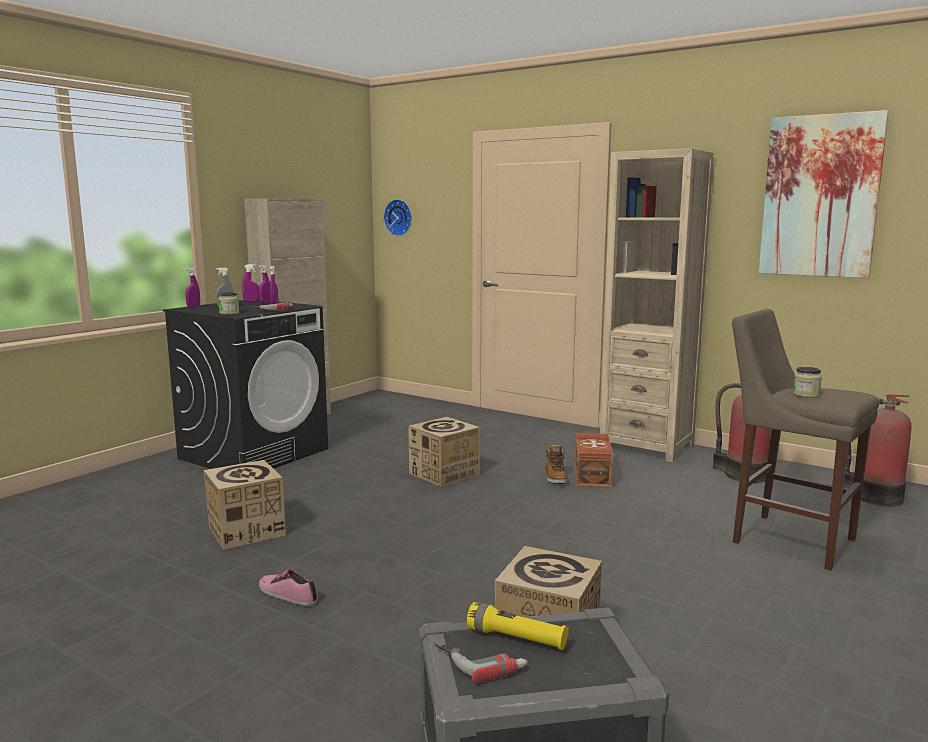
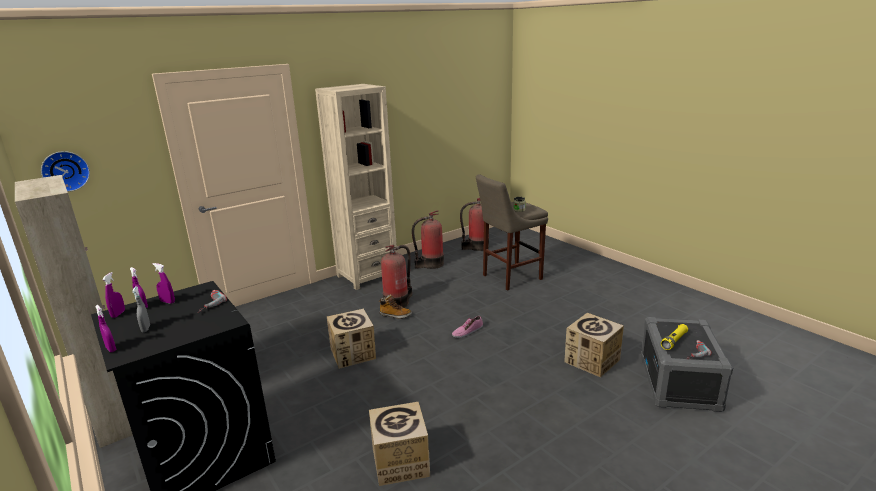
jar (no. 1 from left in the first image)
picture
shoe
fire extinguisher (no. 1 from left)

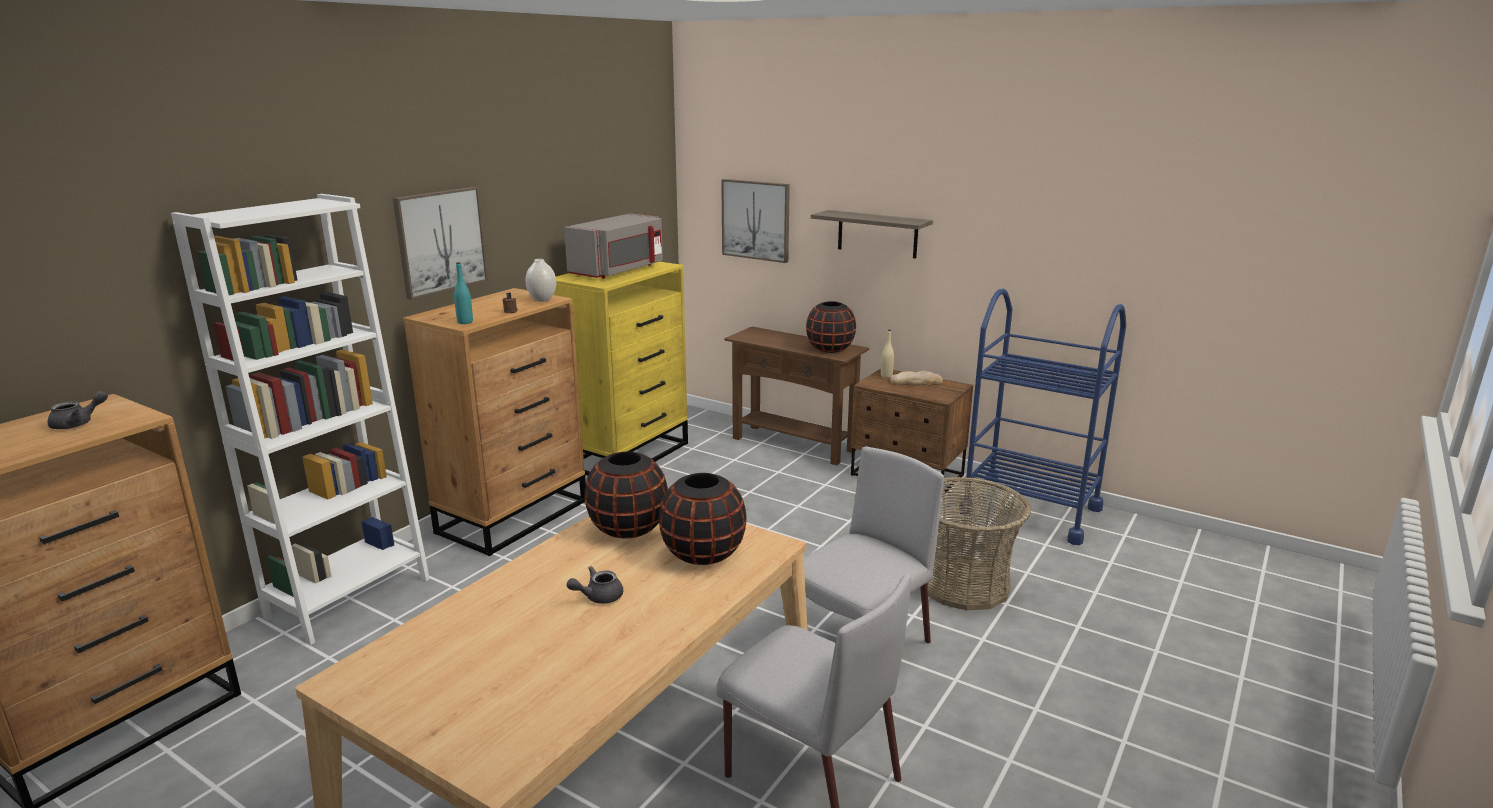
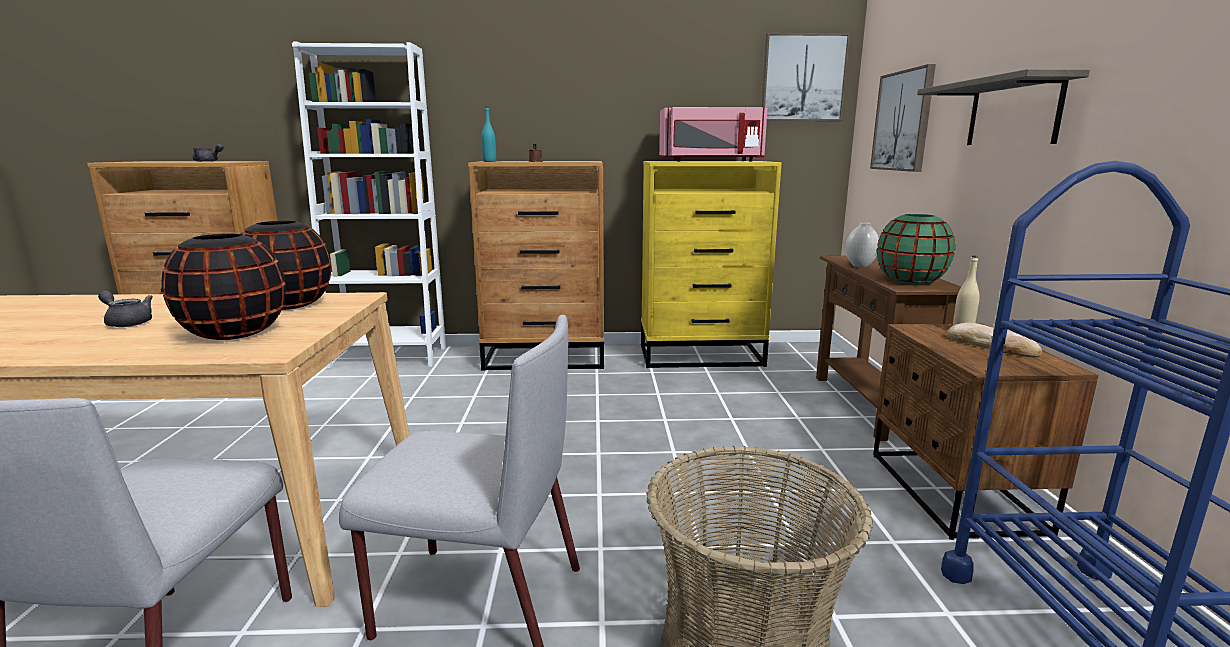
picture (no. 1 from left)
vase in white
microwave in pink
vase in green

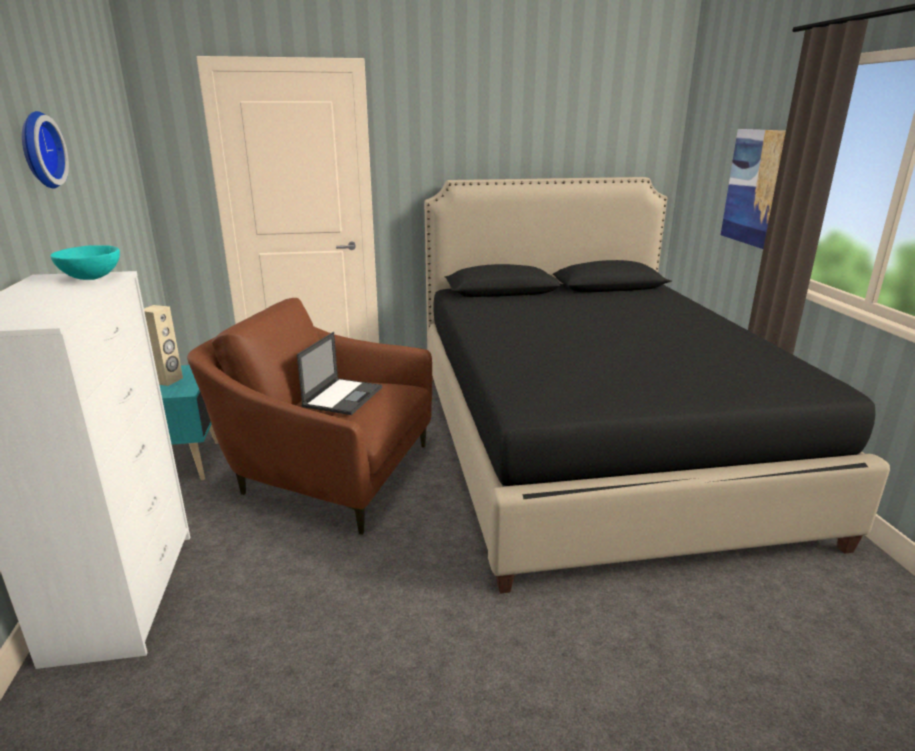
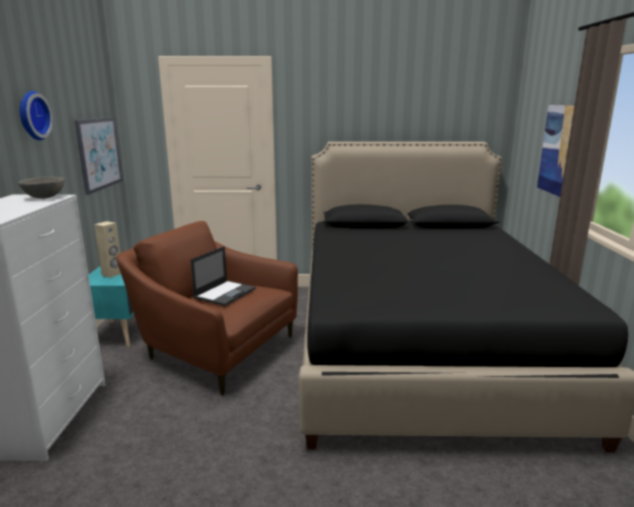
picture (no. 1 from left)
bowl in grey

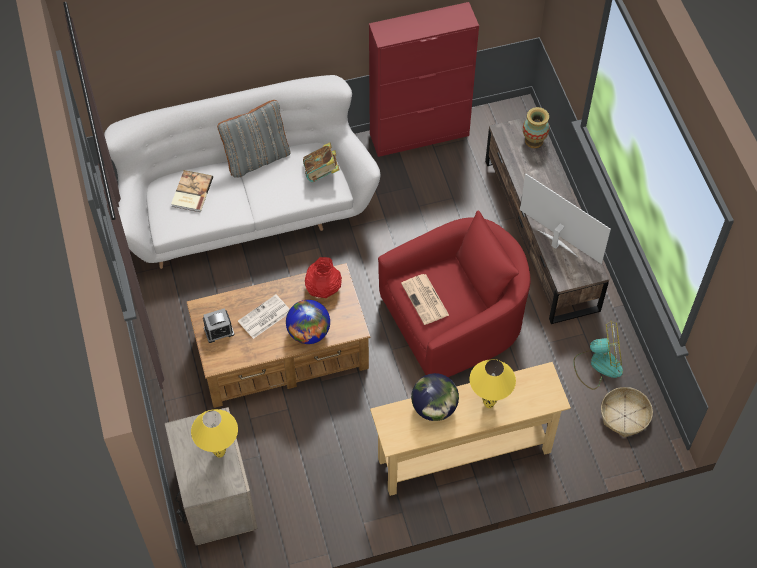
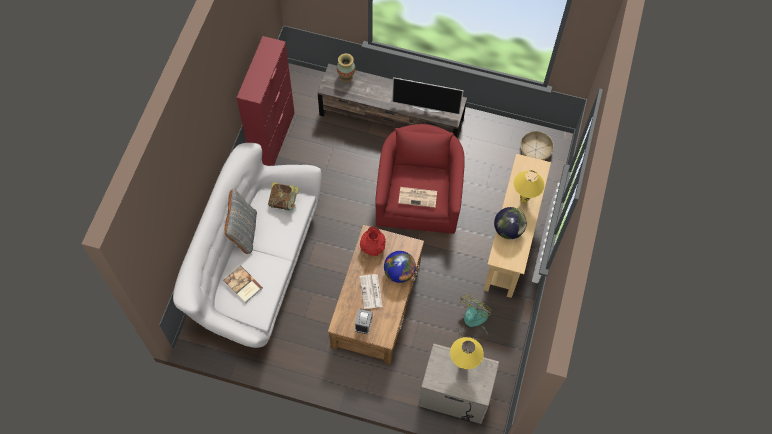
fan
television

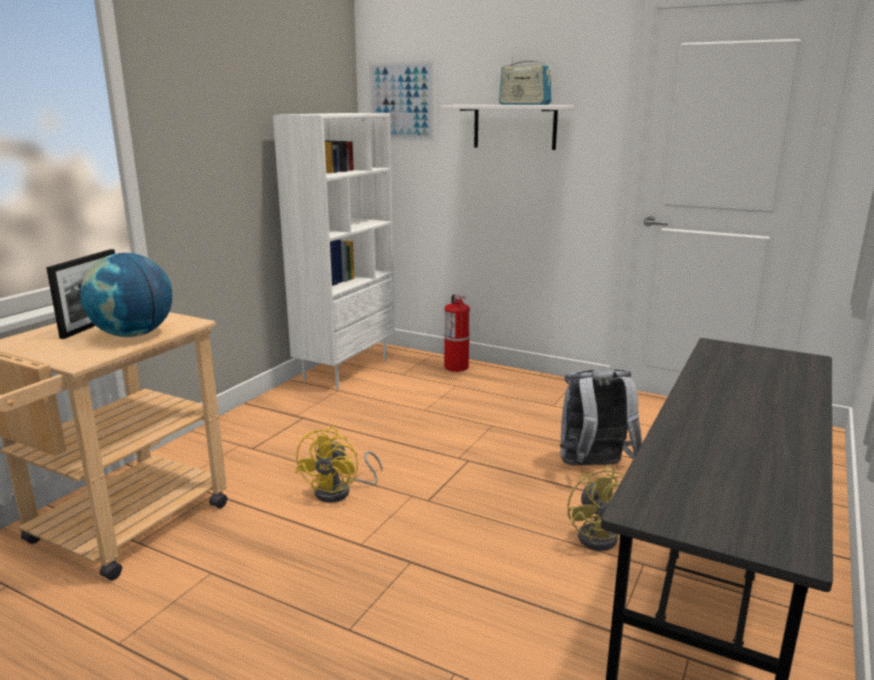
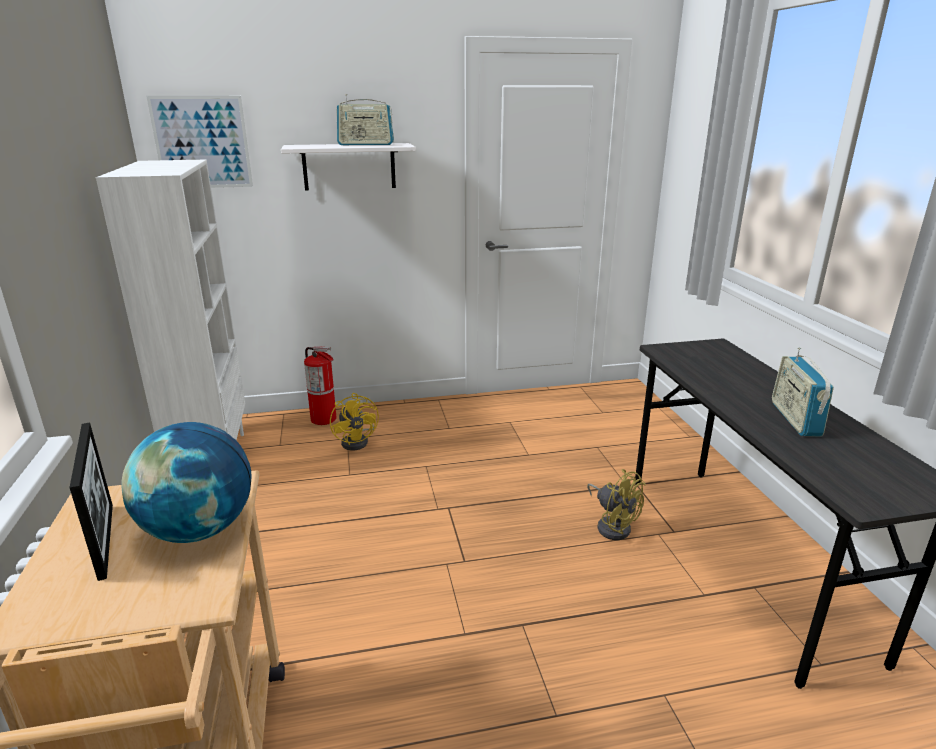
backpack in grey
radio (no. 2 from left)
fan in yellow (no. 1 from left)

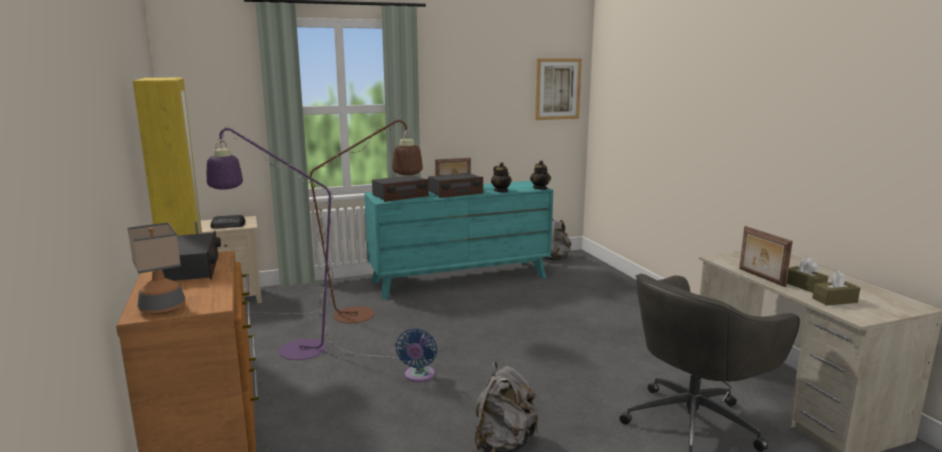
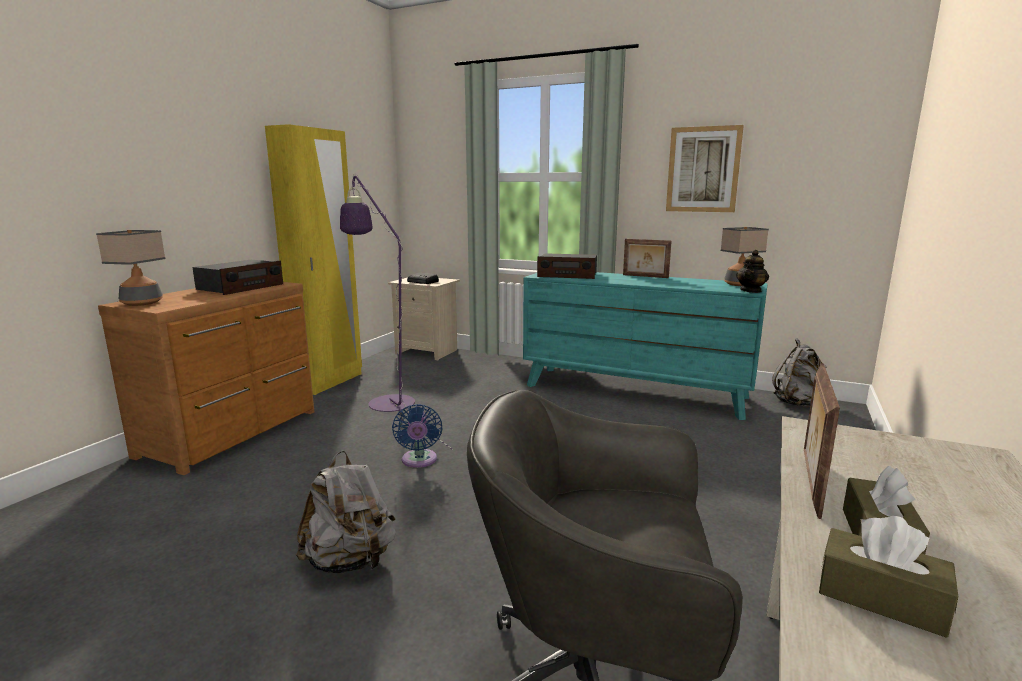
floor lamp in brown
radio (no. 4 from left in the first image)
teapot (no. 1 from left in the first image)
table lamp (no. 2 from left)
picture
fan in blue

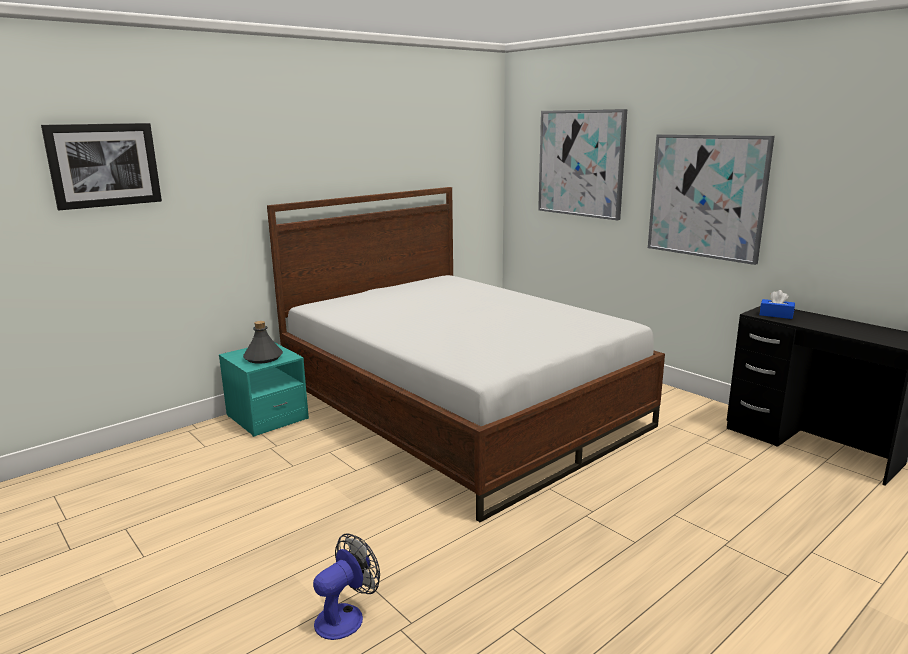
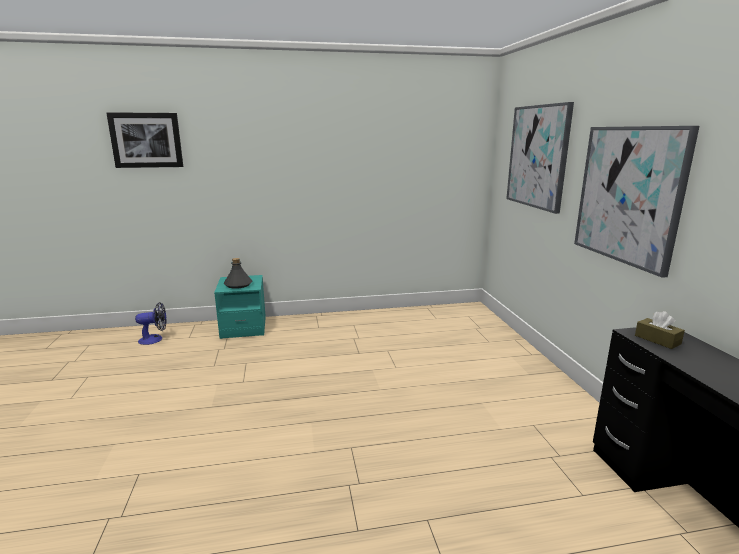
bed
fan
tissue box in brown

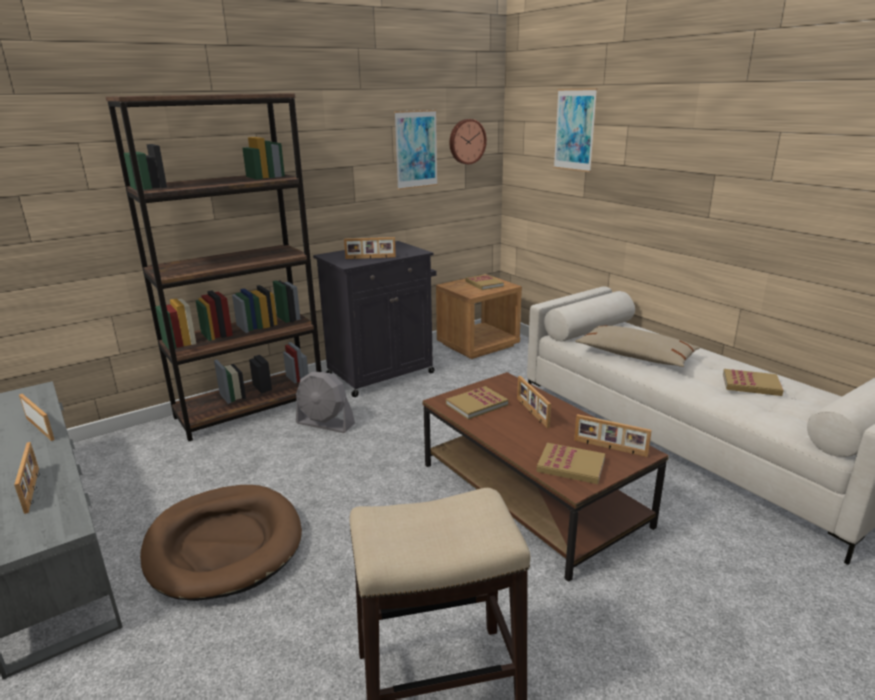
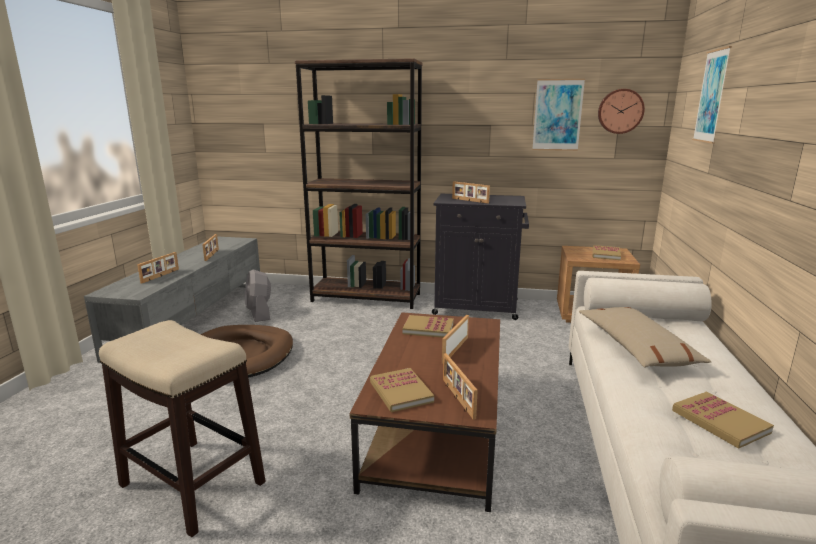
fan in grey

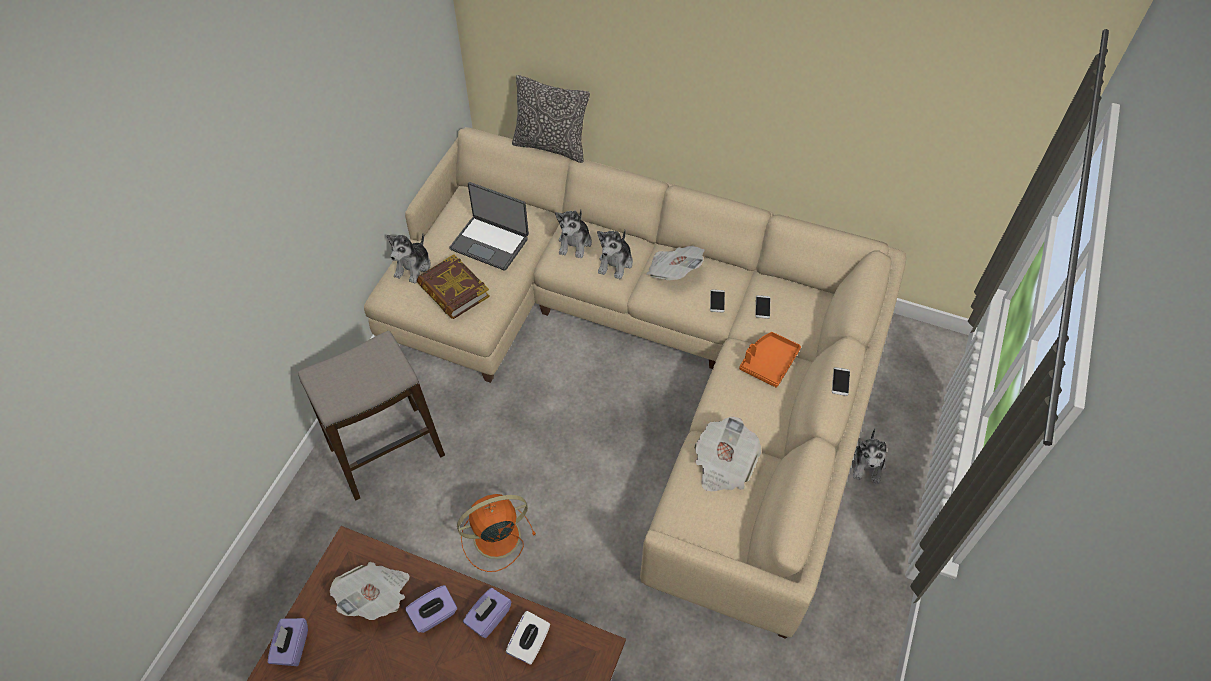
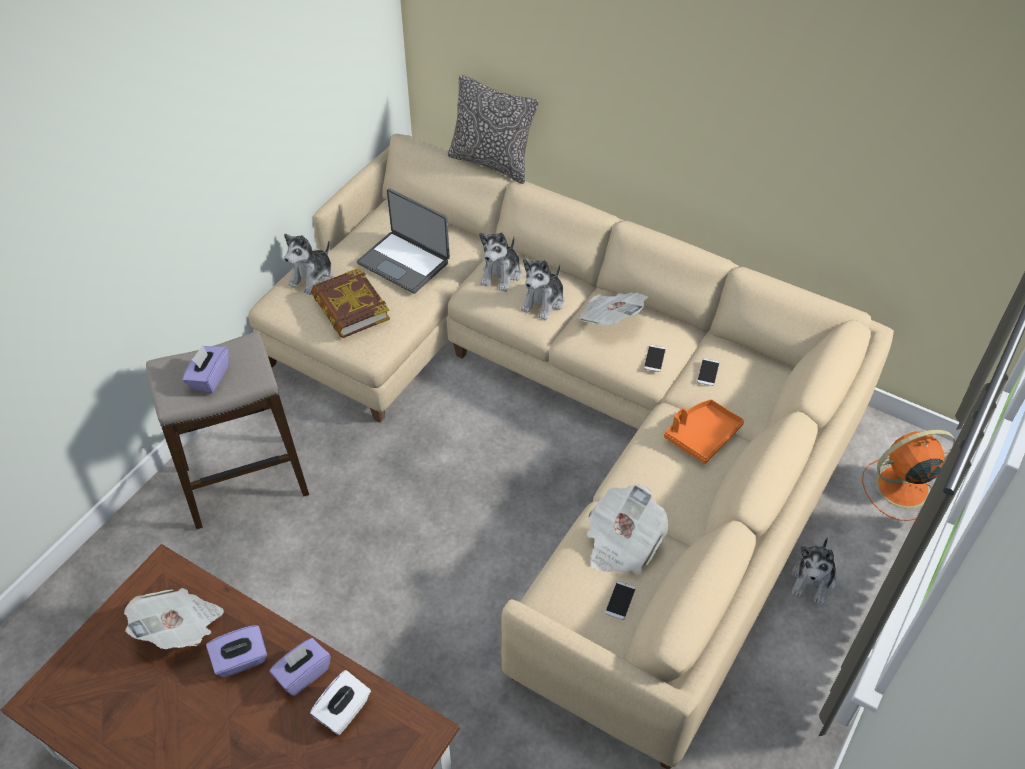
tissue box in purple (no. 1 from left)
fan in orange
phone (no. 1 from left)

